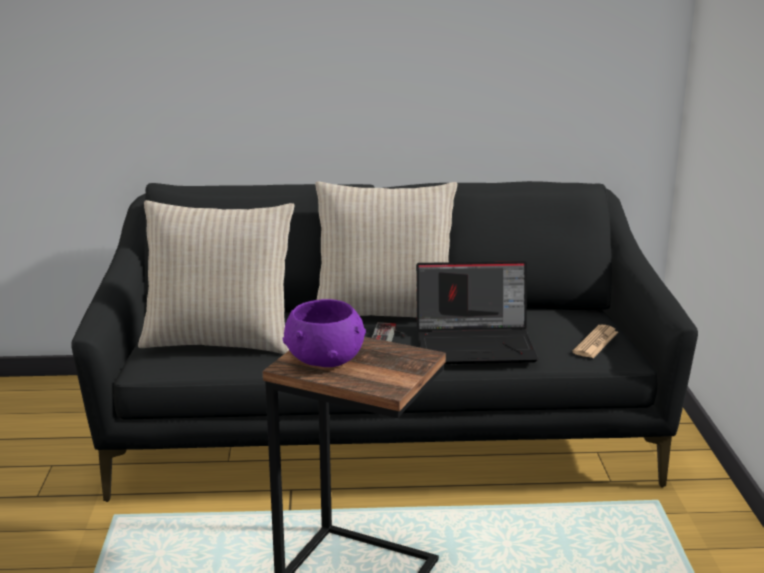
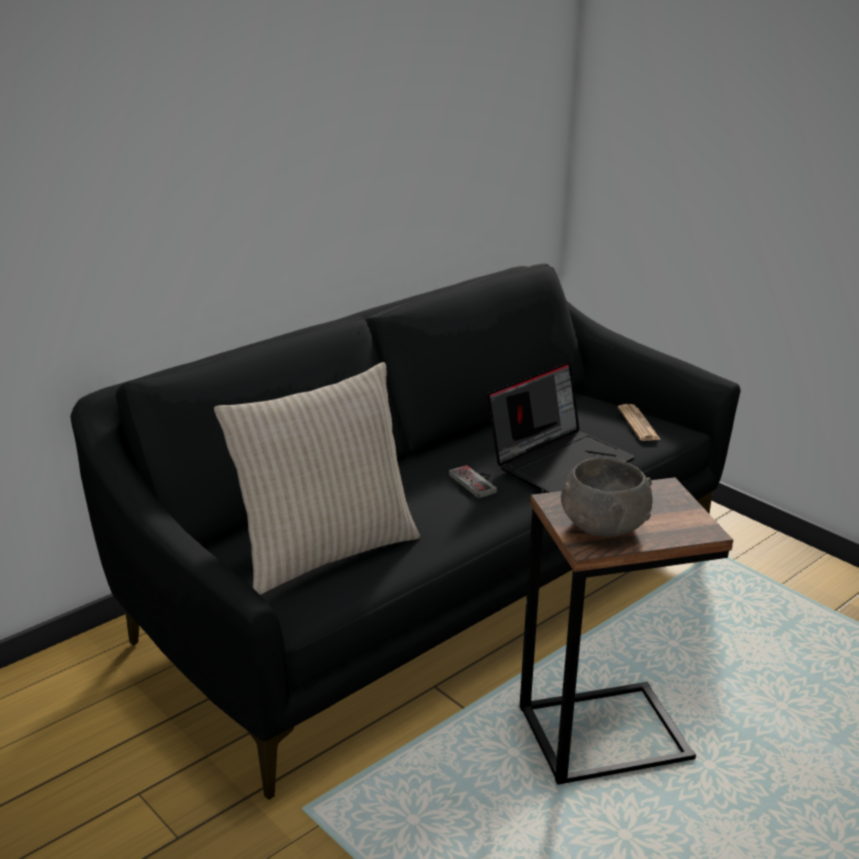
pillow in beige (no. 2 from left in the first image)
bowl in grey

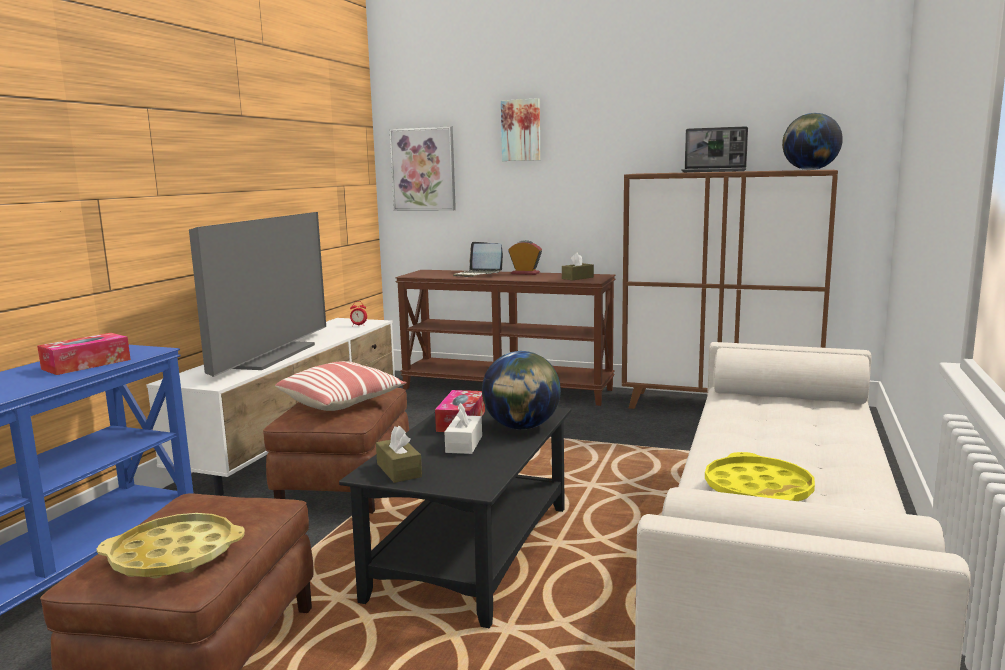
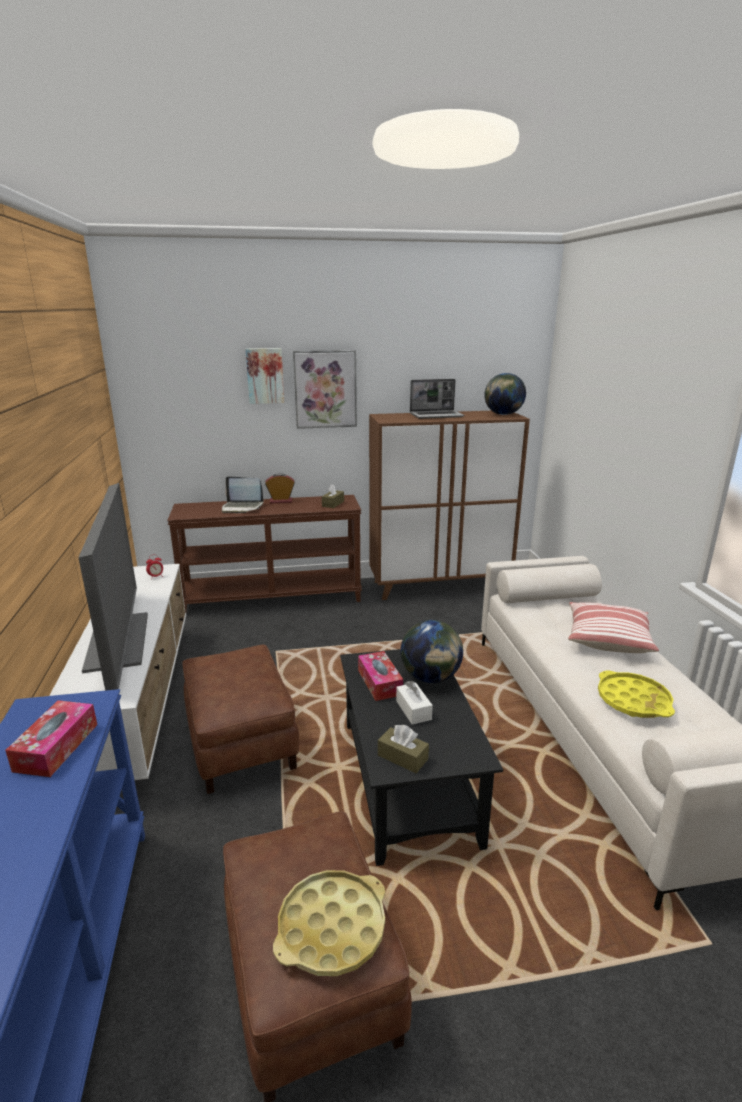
pillow
picture (no. 2 from left)

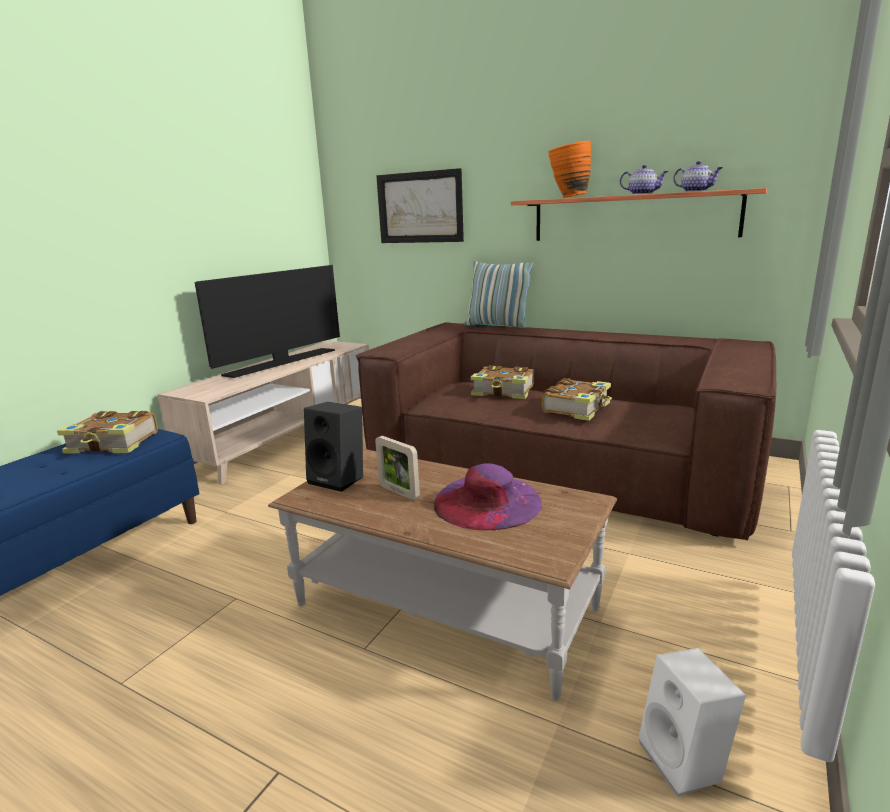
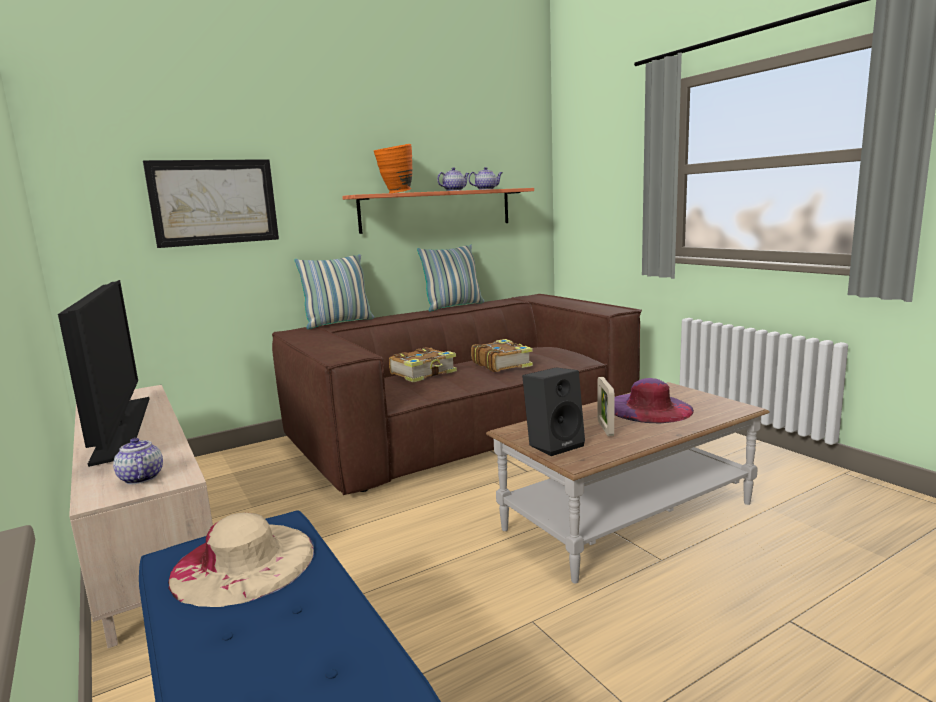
speaker in white
teapot (no. 1 from left)
pillow (no. 2 from left)
hat in beige
picture frame

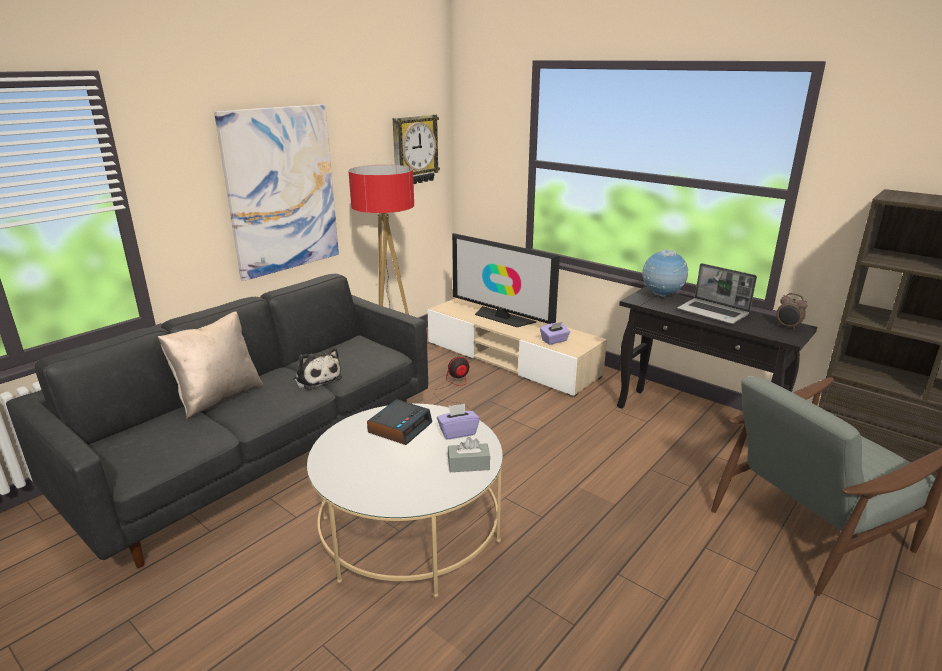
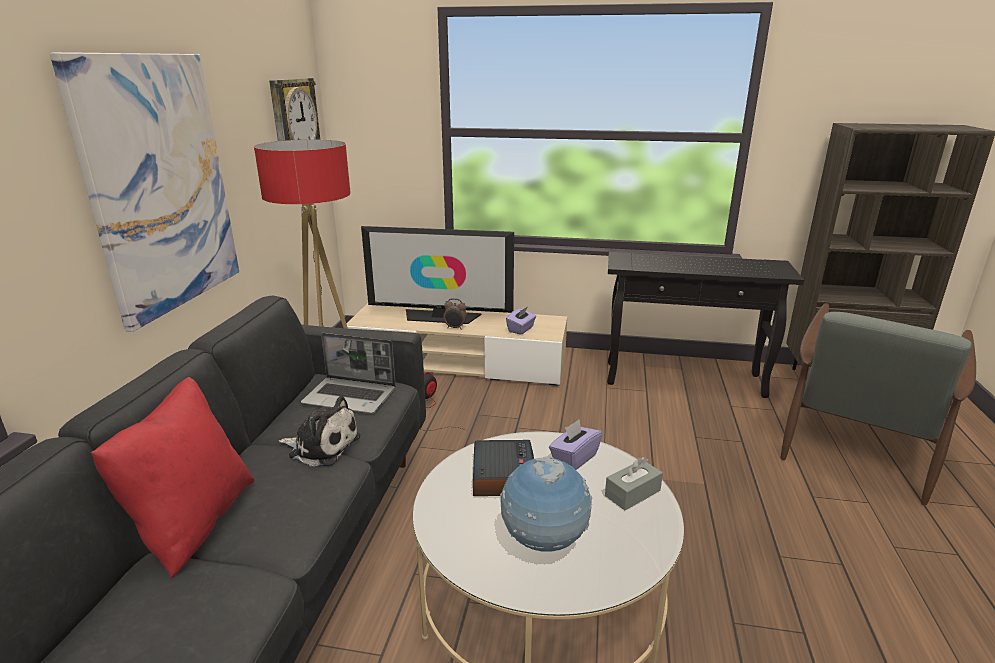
globe
laptop
alarm clock (no. 1 from left)
pillow in red

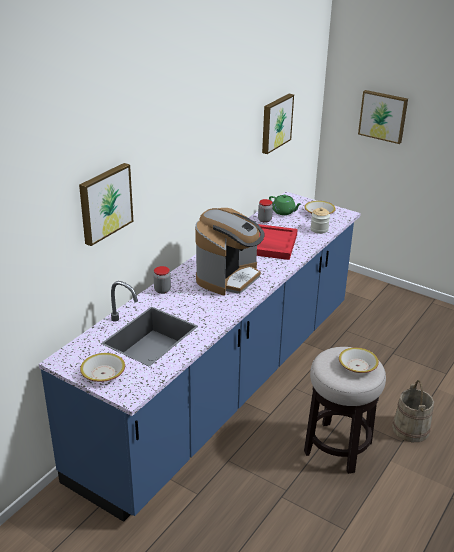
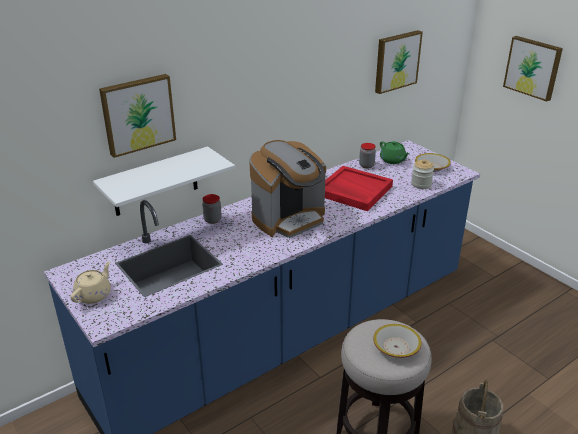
shelf in white
teapot in beige

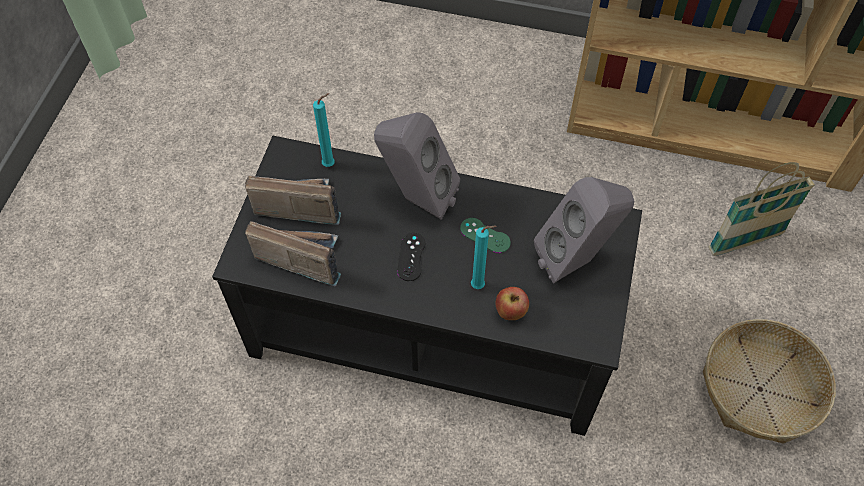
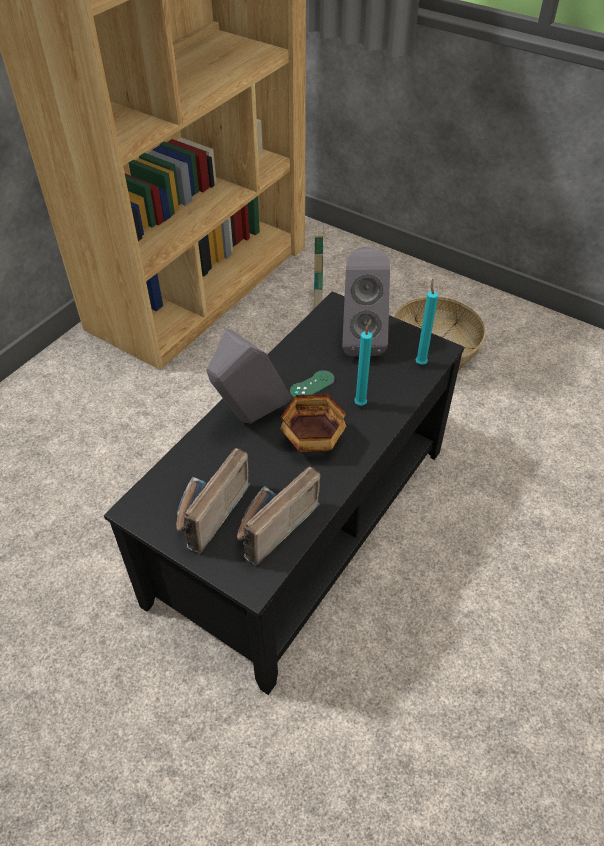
apple
candle in turquoise (no. 2 from left)
bowl

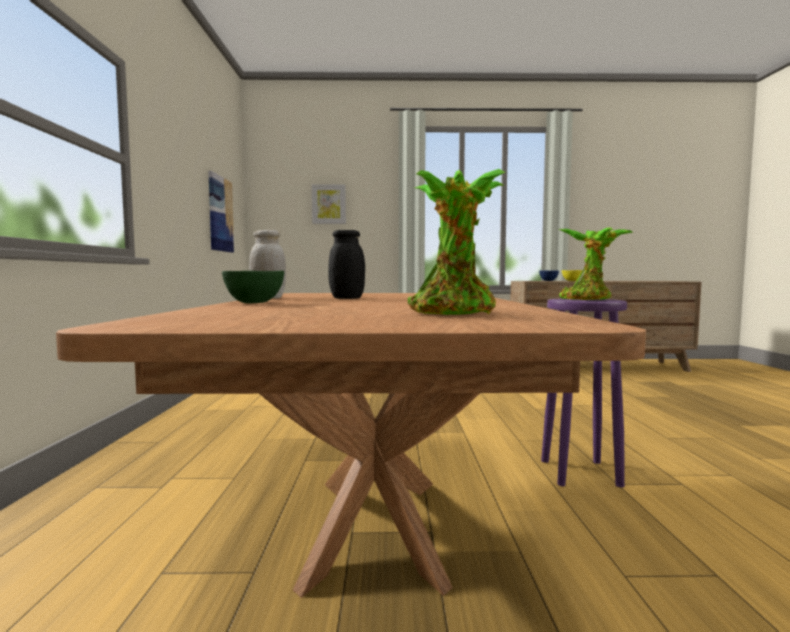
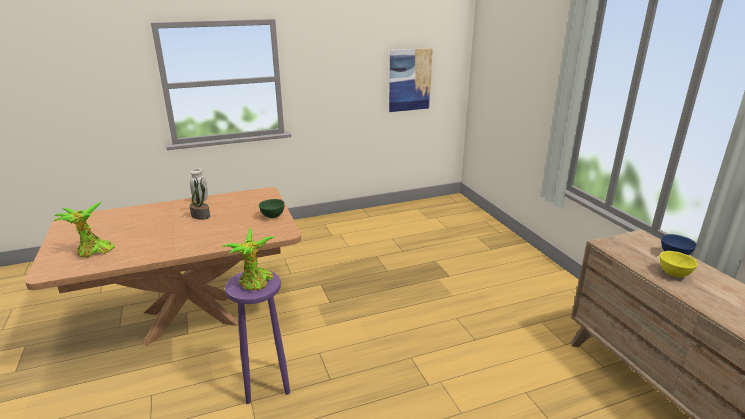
picture (no. 2 from left in the first image)
bowl in green
potted plant (no. 2 from left)

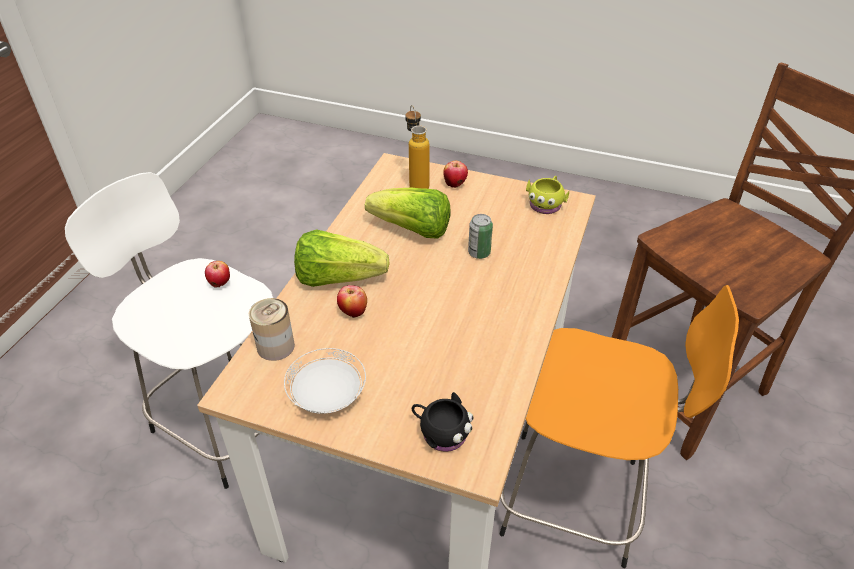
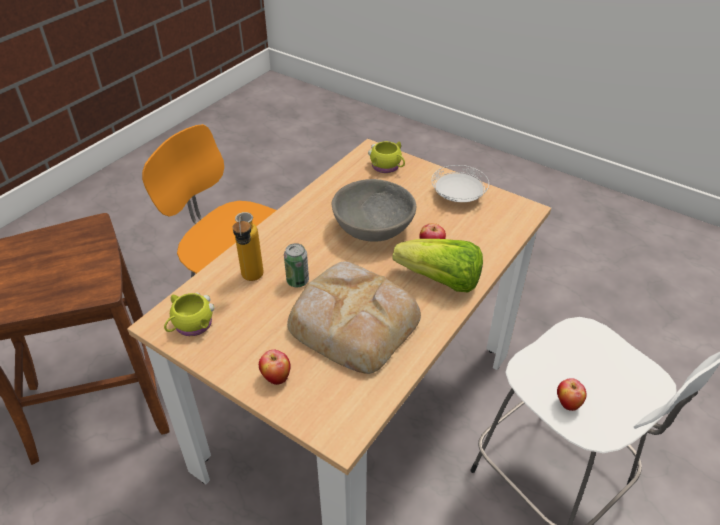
can (no. 1 from left in the first image)
bowl in grey
bottle
bread
mug in yellow (no. 2 from left)

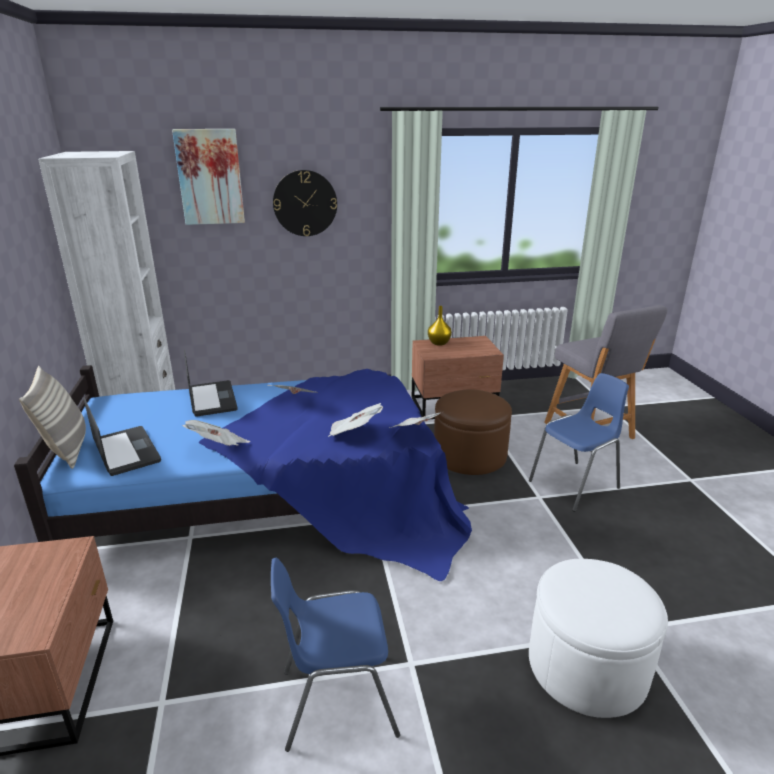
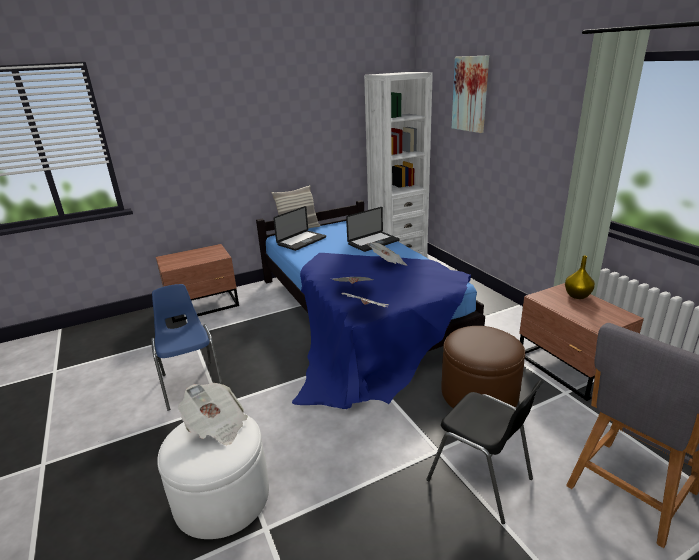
wall clock
newspaper (no. 1 from left)
chair in black

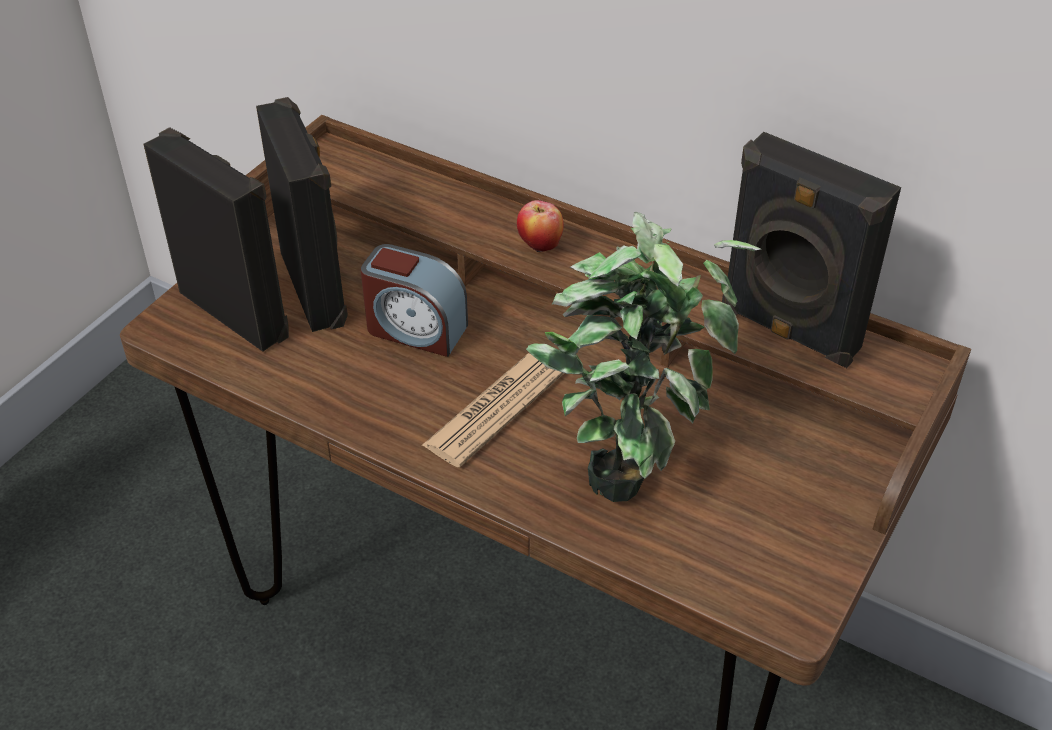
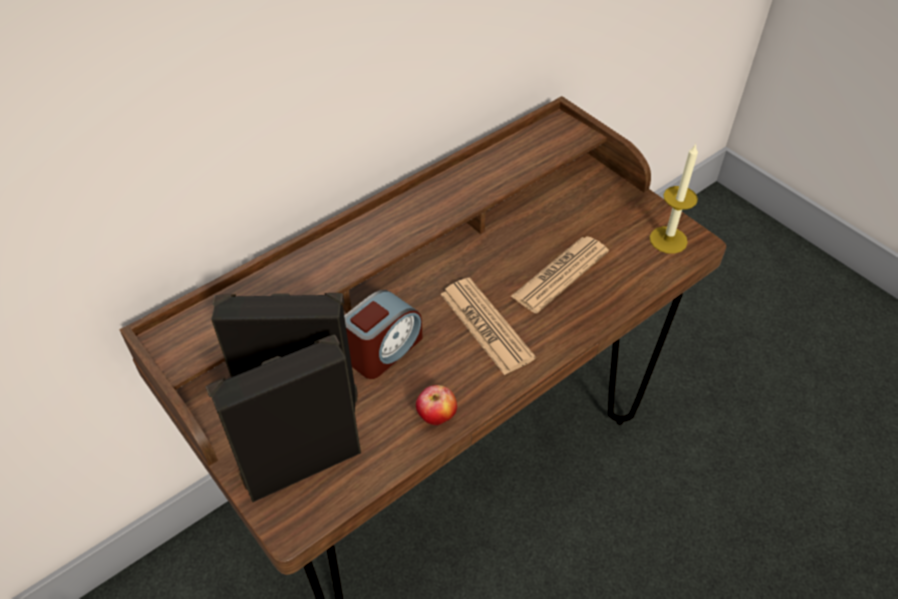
speaker in black (no. 3 from left in the first image)
candle
apple
newspaper (no. 2 from left)

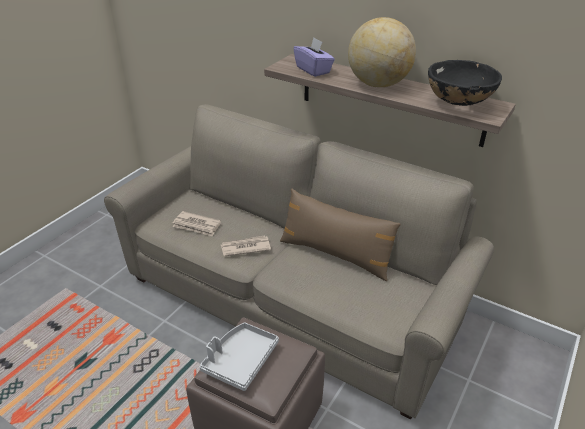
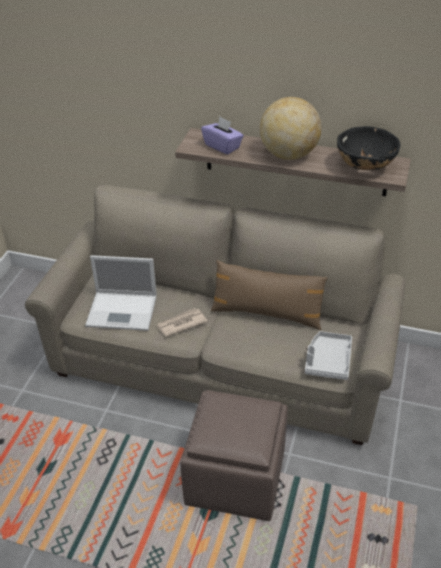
tray in grey
laptop

